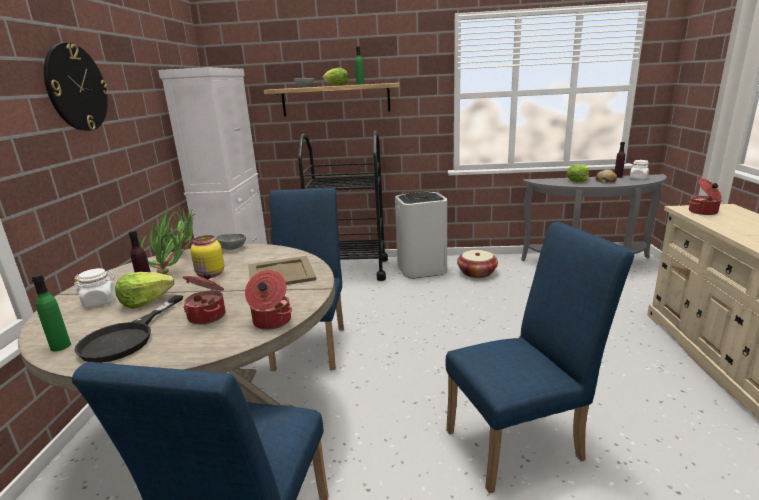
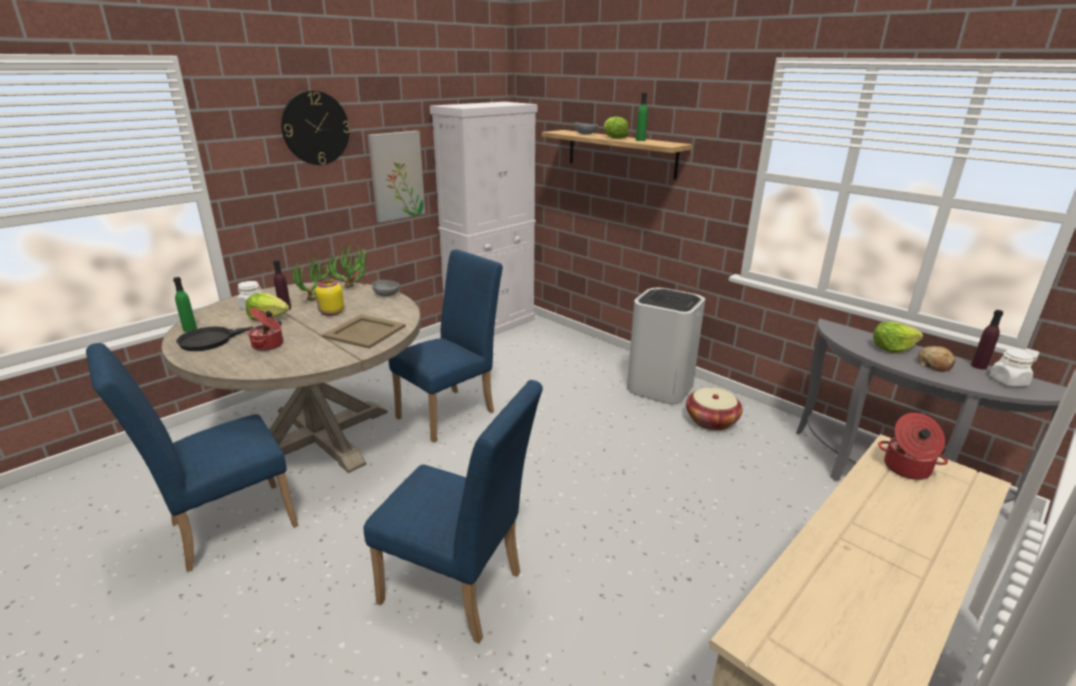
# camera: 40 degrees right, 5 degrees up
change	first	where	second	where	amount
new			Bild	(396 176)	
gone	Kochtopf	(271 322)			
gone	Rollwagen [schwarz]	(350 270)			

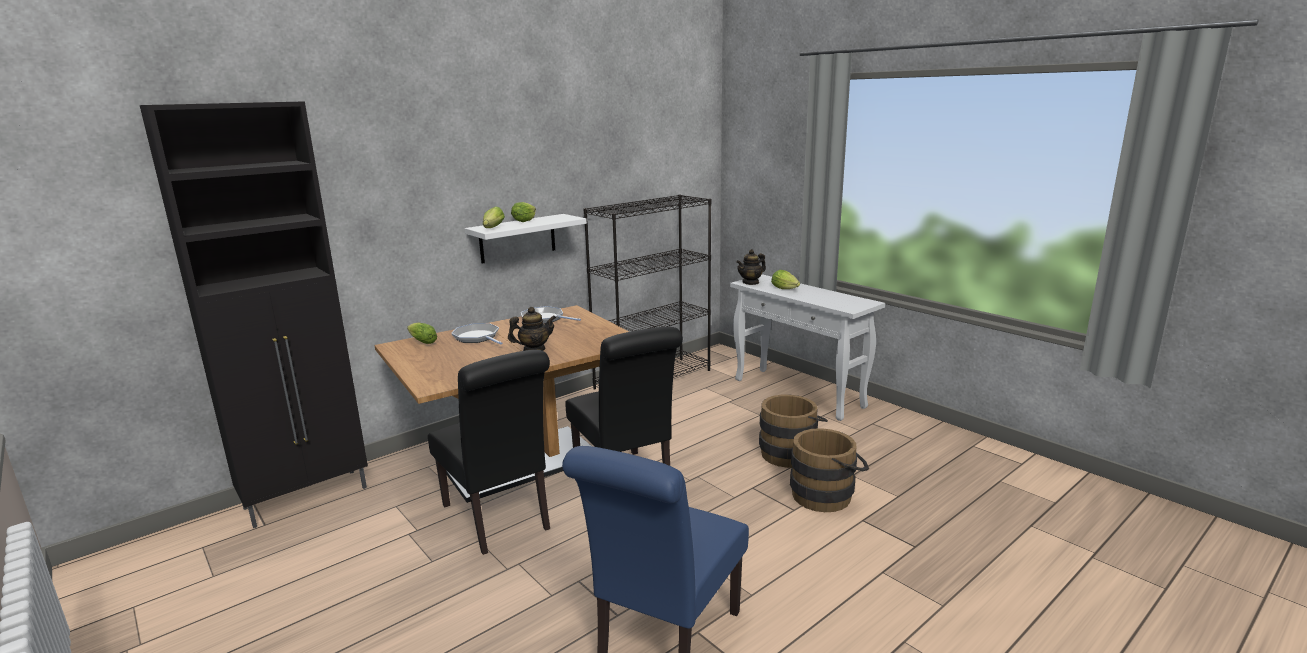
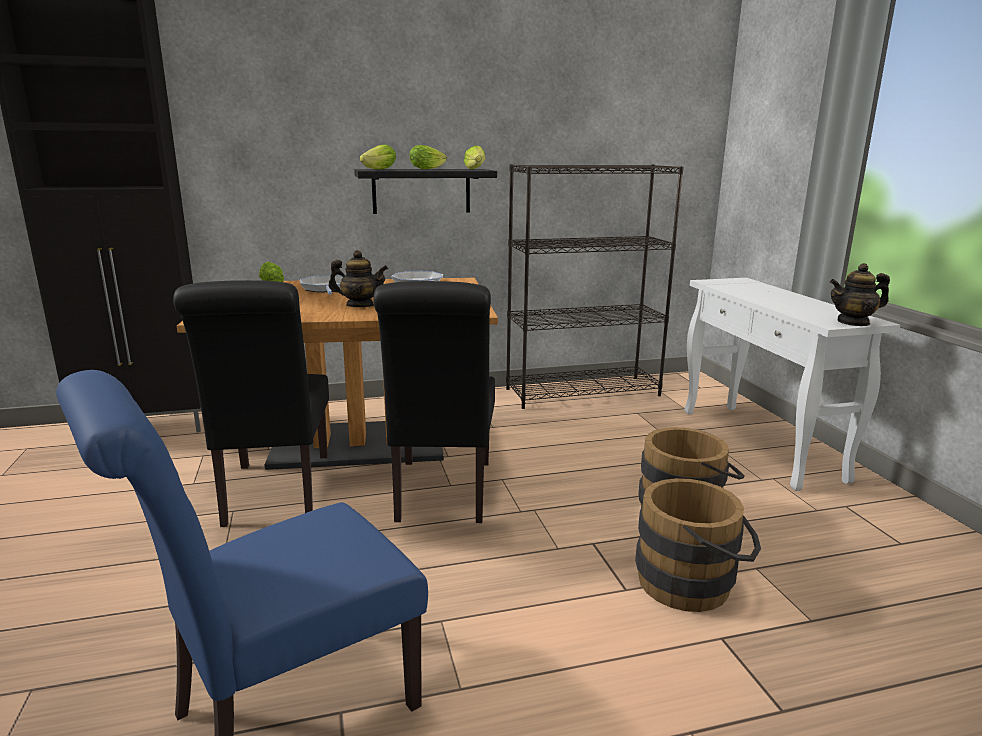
# camera: 25 degrees right, 0 degrees up
change	first	where	second	where	amount
repainted	Wandregal [weiß]	(517 238)	Wandregal [schwarz]	(421 191)	
shifted	Salatkopf	(786 289)		(475 169)	
shifted	Teekanne	(751 282)		(853 322)	

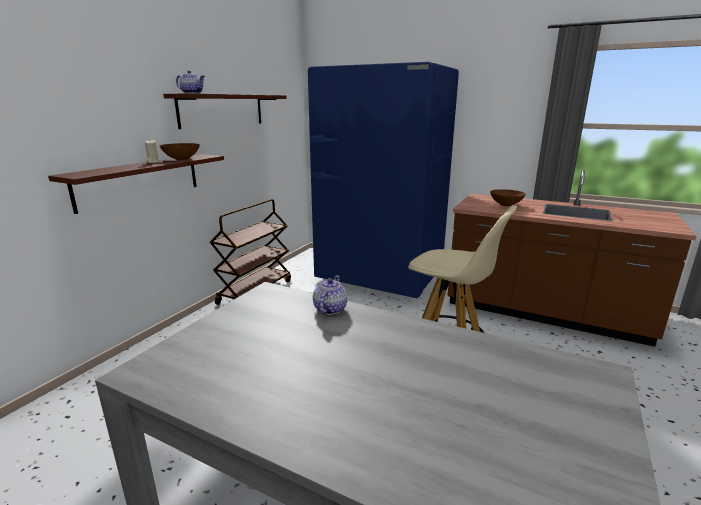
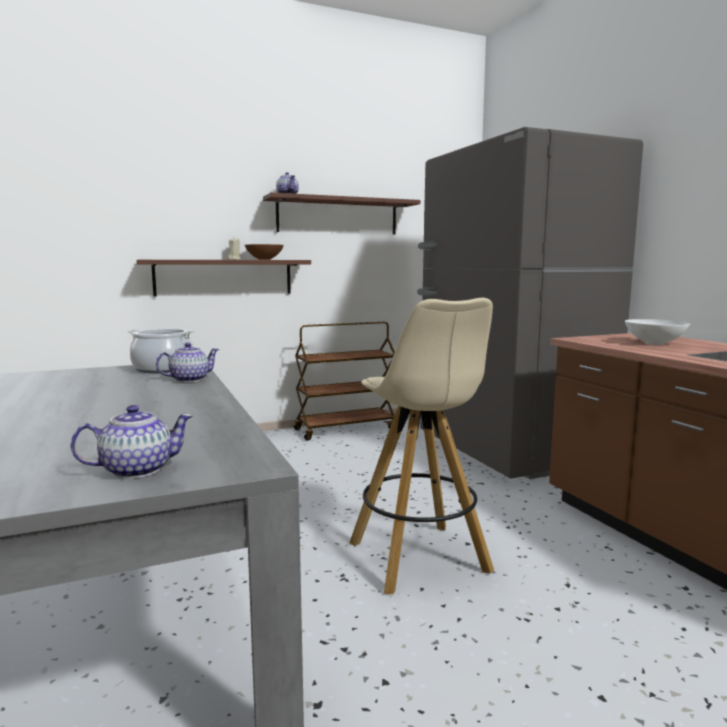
# camera: 40 degrees right, 10 degrees down
change	first	where	second	where	amount
new			Teekanne	(136 470)	
new			Kochtopf	(163 369)	
repainted	Kühlschrank [blau]	(379 277)	Kühlschrank [grau]	(508 450)	
repainted	Schüssel [braun]	(506 205)	Schüssel [weiß]	(655 343)	

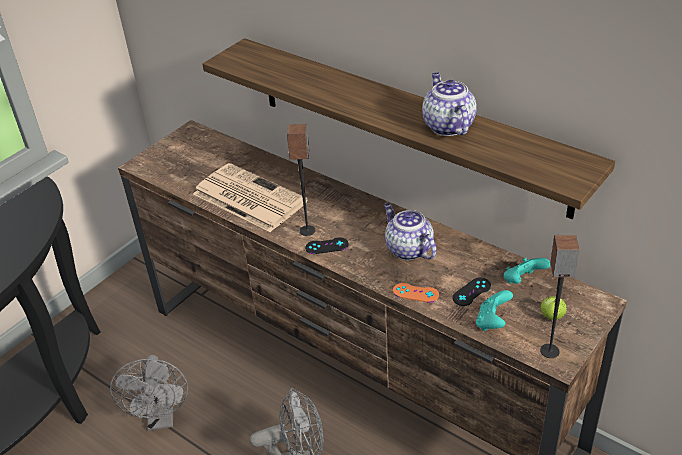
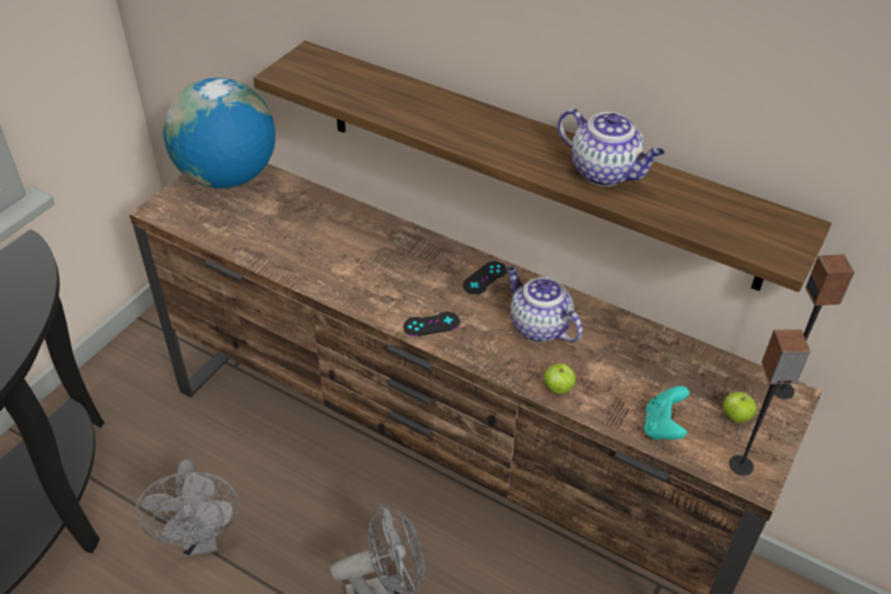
# camera: 10 degrees left, 5 degrees up
change	first	where	second	where	amount
new			Globus	(227 177)	
shifted	Gamepad [schwarz]	(471 292)		(484 278)	
swapped	Gamepad [orange]	(415 293)	Apfel	(558 388)	
rotated	Teekanne	(447 126)		(605 172)	150 degrees clockwise
shifted	Lautsprecher	(307 230)		(783 390)	
gone	Zeitung	(247 198)			
gone	Gamepad [türkis]	(523 281)			

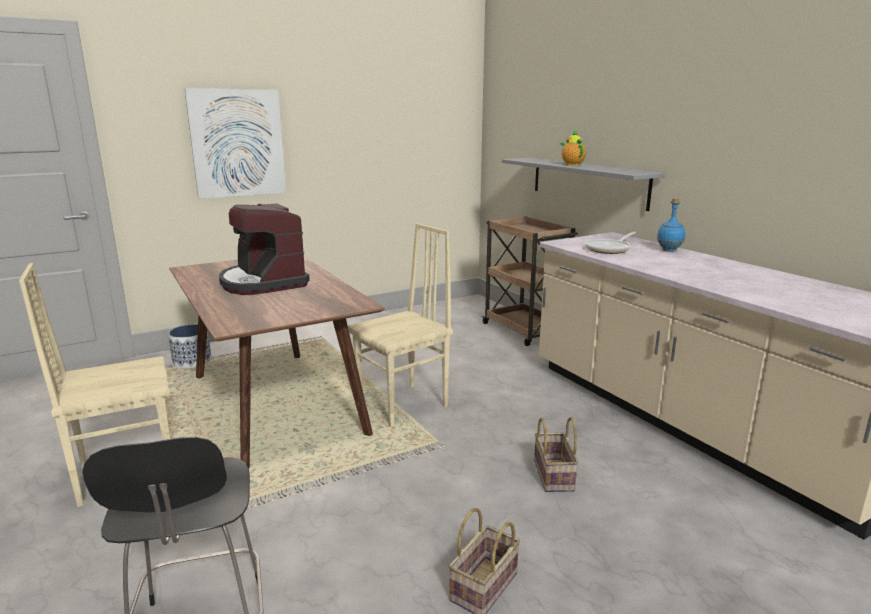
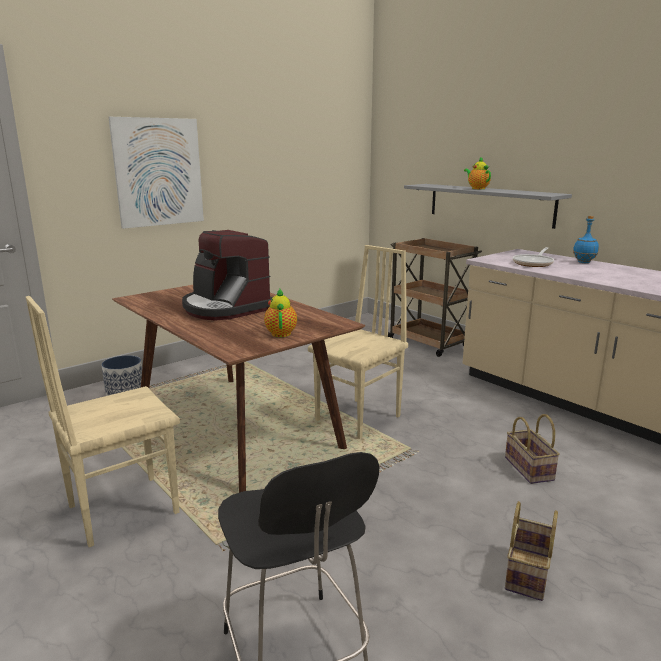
# camera: 10 degrees left, 0 degrees up
change	first	where	second	where	amount
new			Teekanne	(281 333)	

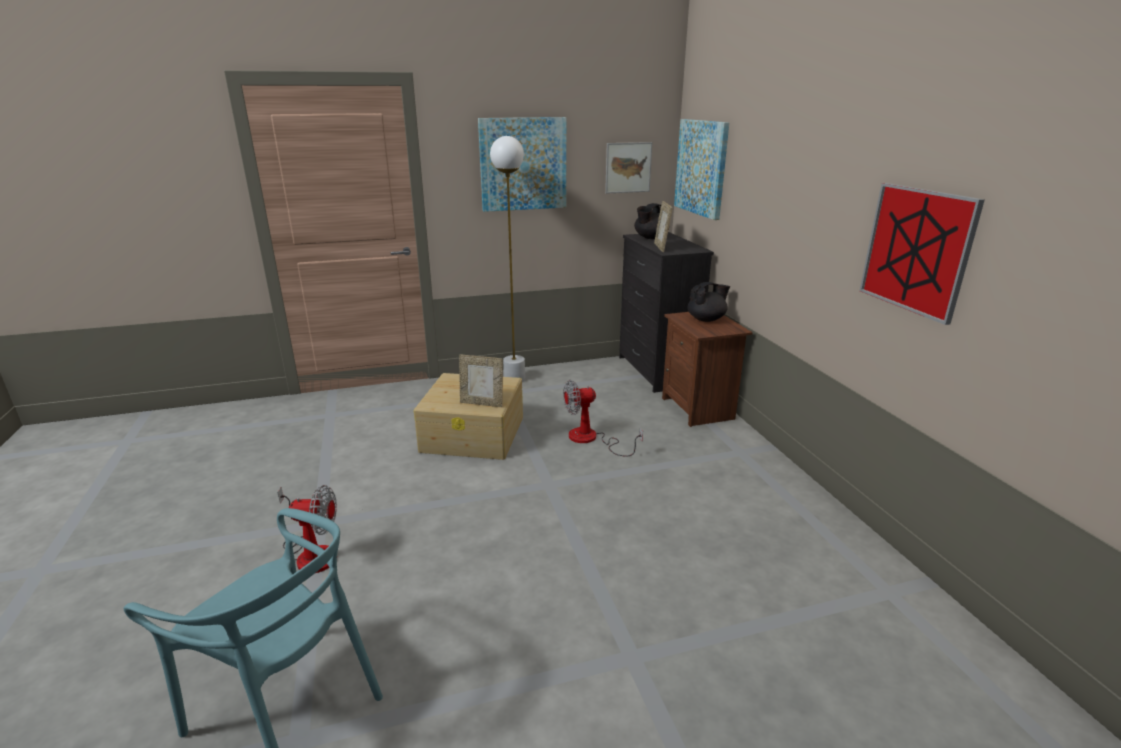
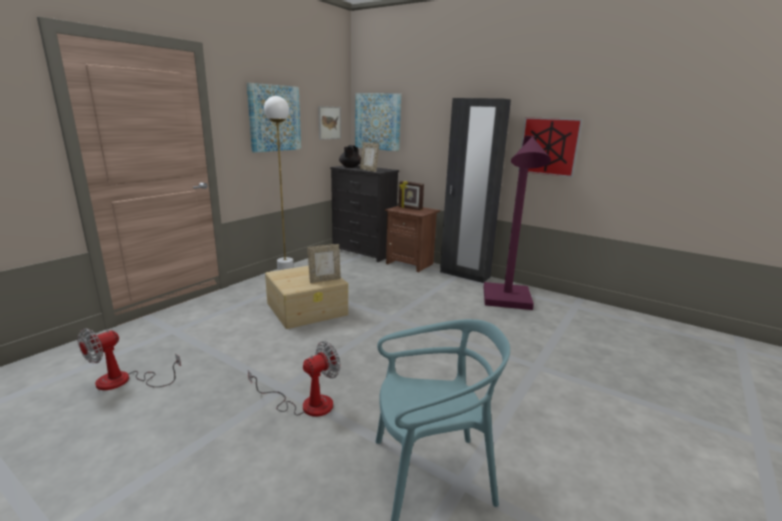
# camera: 40 degrees left, 5 degrees down
change	first	where	second	where	amount
shifted	Ventilator	(591 439)		(124 381)	
swapped	Teekanne [schwarz]	(706 319)	Bilderrahmen	(410 208)	
new			Kleiderschrank [schwarz]	(464 275)	
new			Stehlampe [lila]	(507 302)	

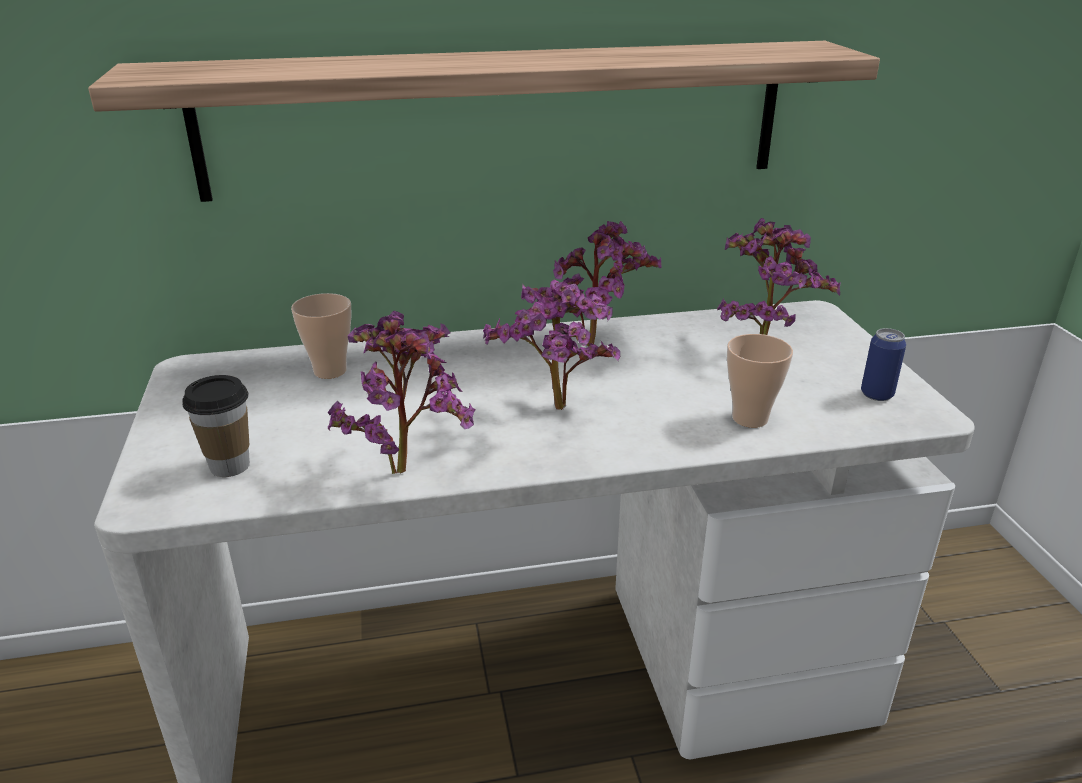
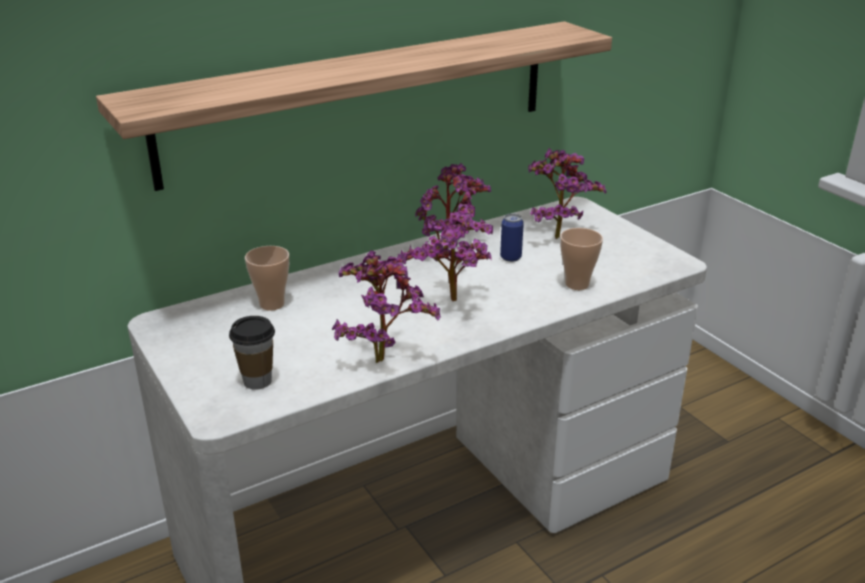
# camera: 20 degrees left, 0 degrees up
change	first	where	second	where	amount
shifted	Dose	(877 394)		(510 257)	

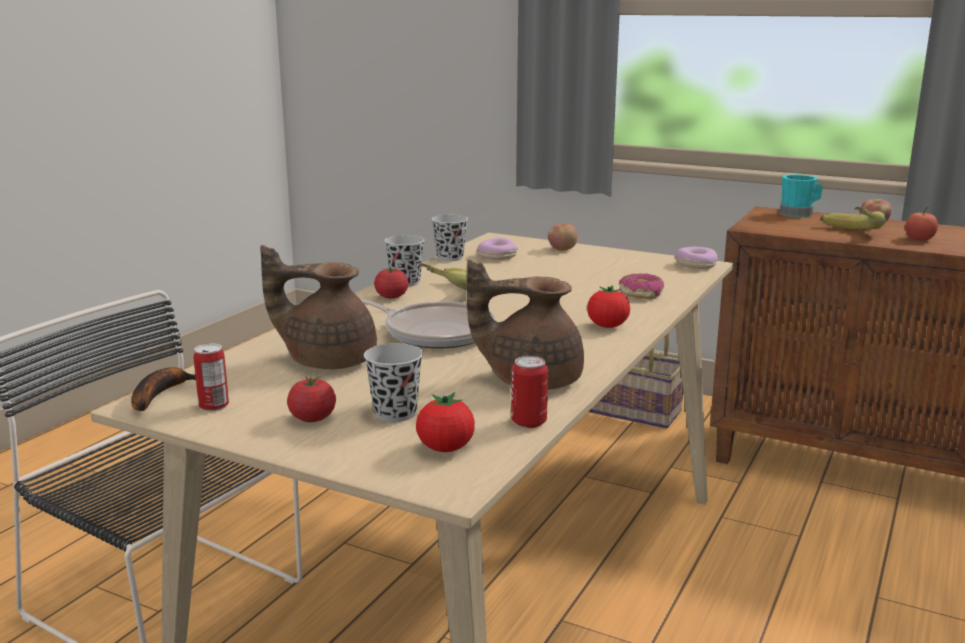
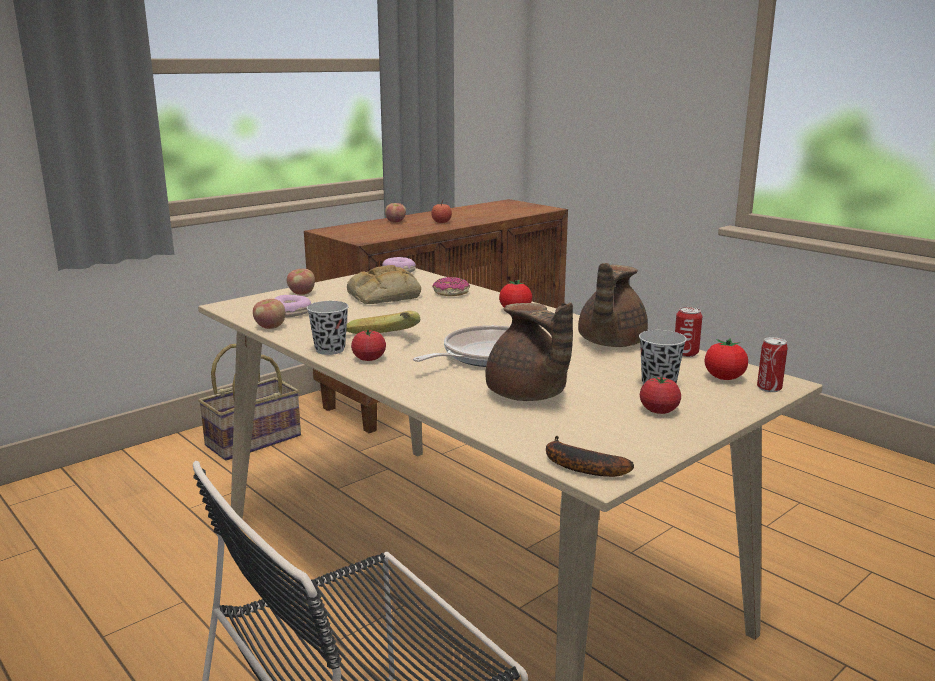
# camera: 70 degrees left, 0 degrees up
change	first	where	second	where	amount
swapped	Tasse [schwarz]	(450 258)	Apfel	(270 327)	
new			Brot	(383 296)	
rotated	Teekanne [braun]	(328 360)		(527 395)	60 degrees counterclockwise
shifted	Dose	(214 406)		(769 388)	
gone	Henkelbecher [türkis]	(799 213)			
gone	Banane	(847 234)			

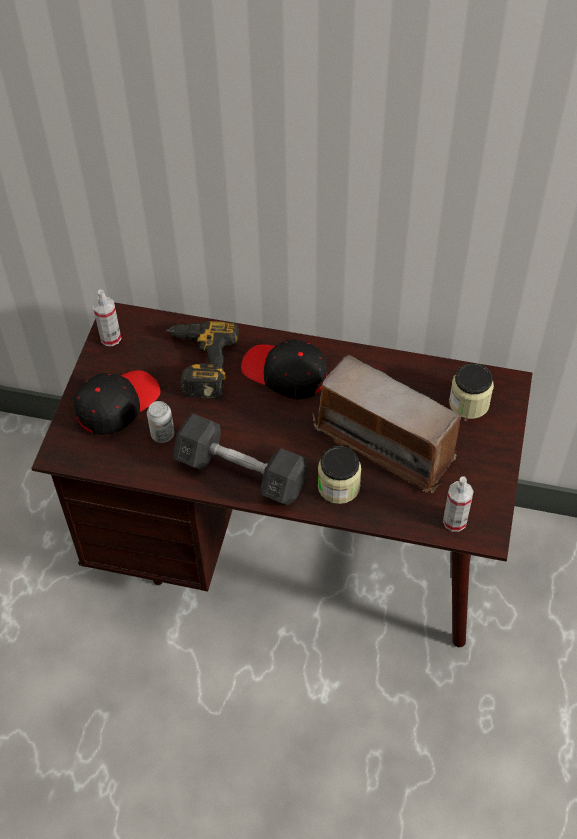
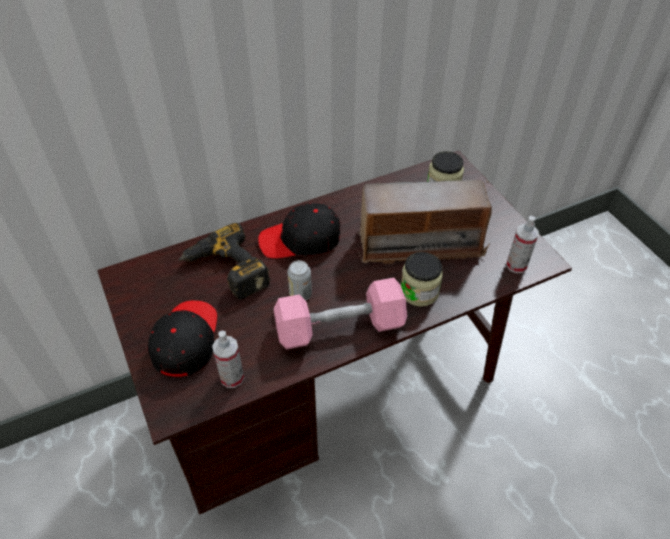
# camera: 40 degrees left, 5 degrees down
change	first	where	second	where	amount
shifted	Sprühflasche	(110 338)		(232 377)	
repainted	Hantel [grau]	(241 472)	Hantel [rosa]	(340 327)	
shifted	Dose	(162 434)		(300 294)	

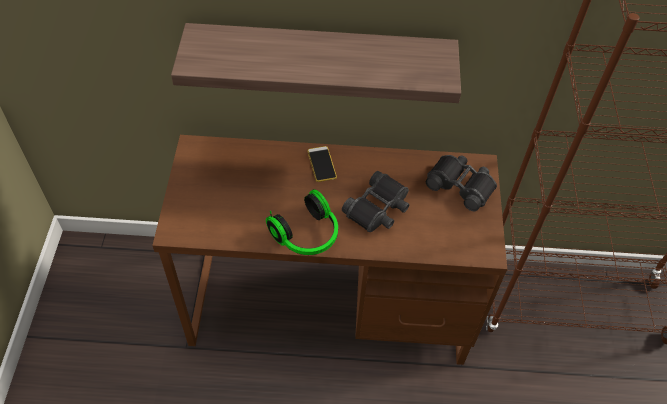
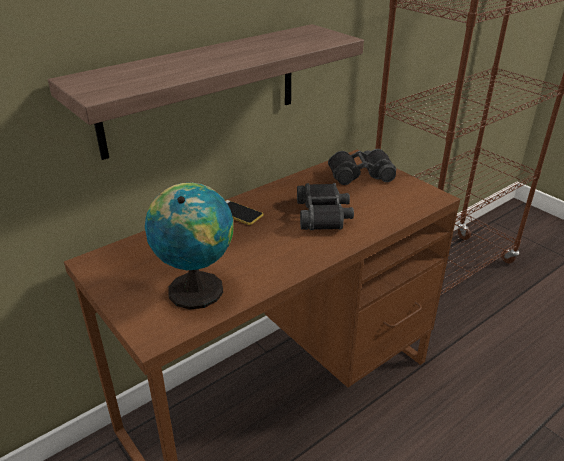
# camera: 40 degrees left, 20 degrees down
change	first	where	second	where	amount
new			Globus	(196 288)	
gone	Kopfhörer	(307 236)			

